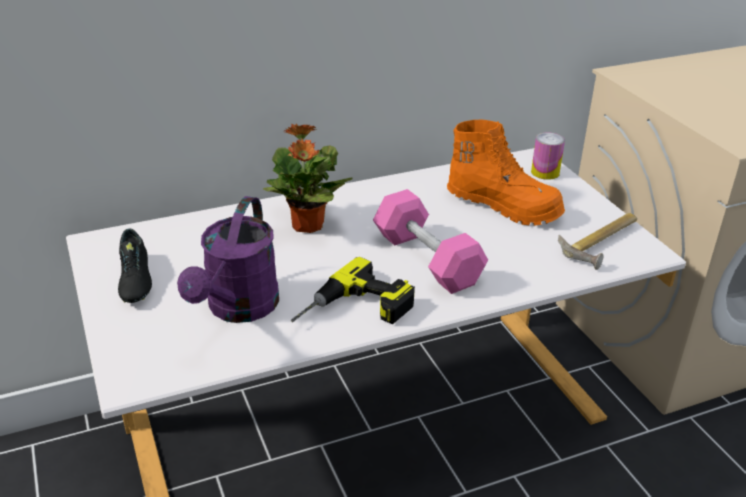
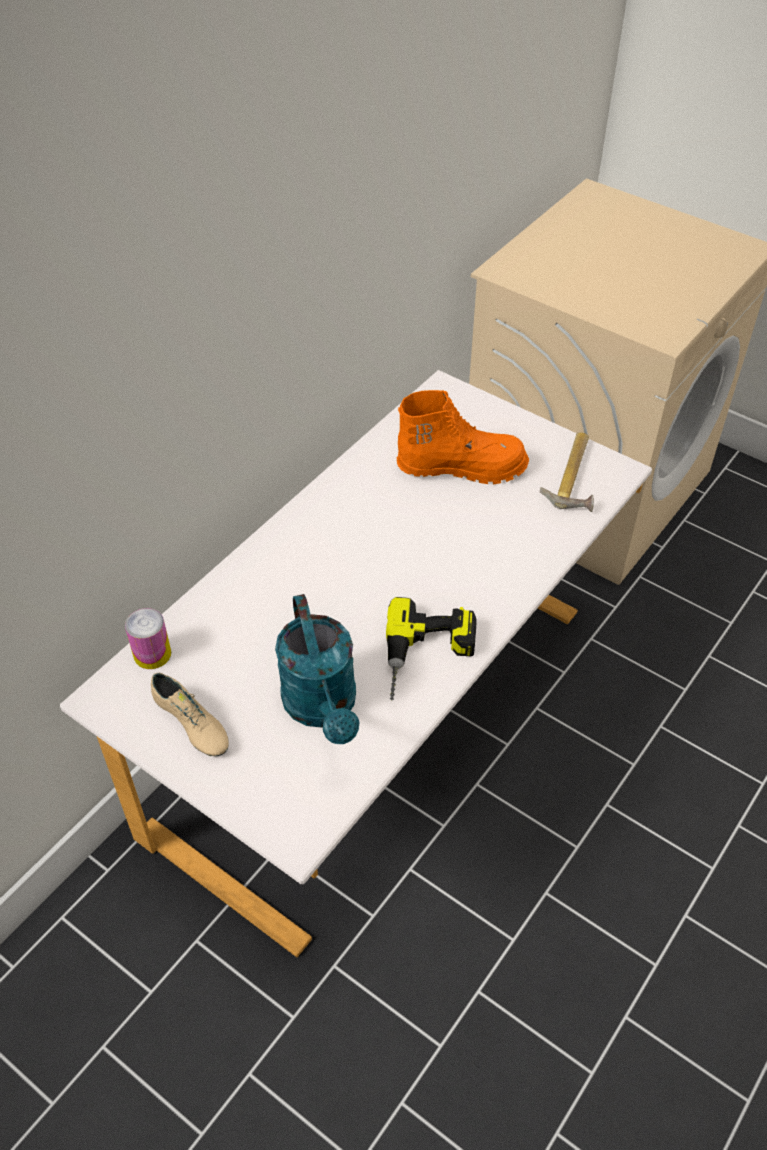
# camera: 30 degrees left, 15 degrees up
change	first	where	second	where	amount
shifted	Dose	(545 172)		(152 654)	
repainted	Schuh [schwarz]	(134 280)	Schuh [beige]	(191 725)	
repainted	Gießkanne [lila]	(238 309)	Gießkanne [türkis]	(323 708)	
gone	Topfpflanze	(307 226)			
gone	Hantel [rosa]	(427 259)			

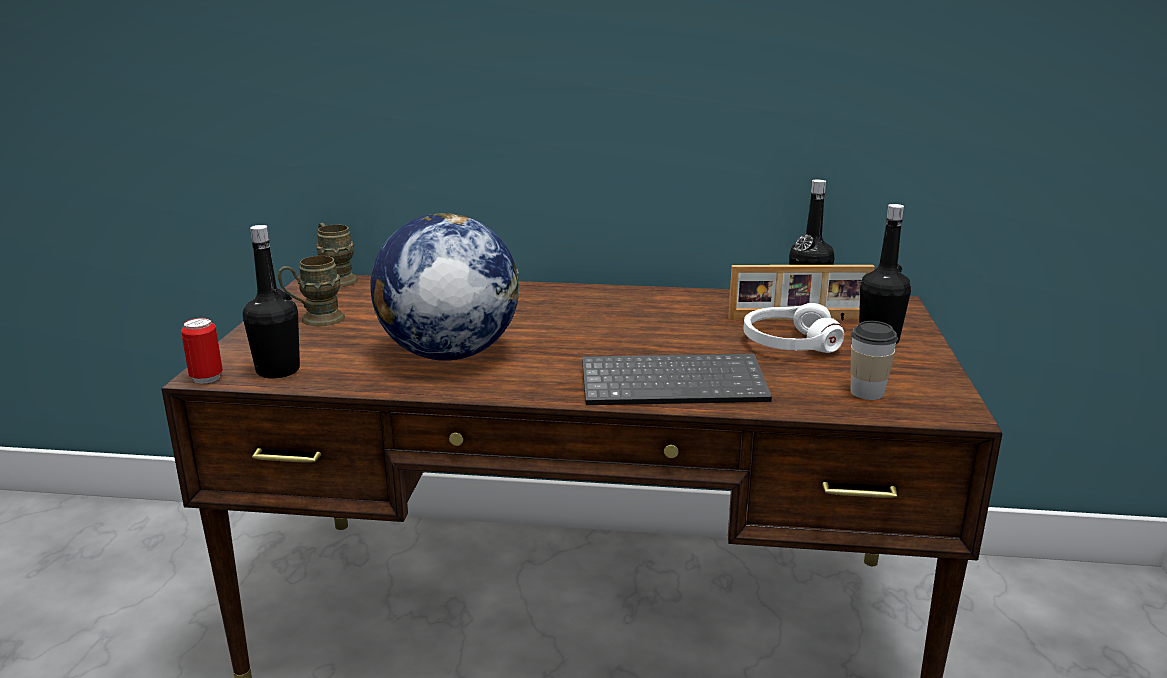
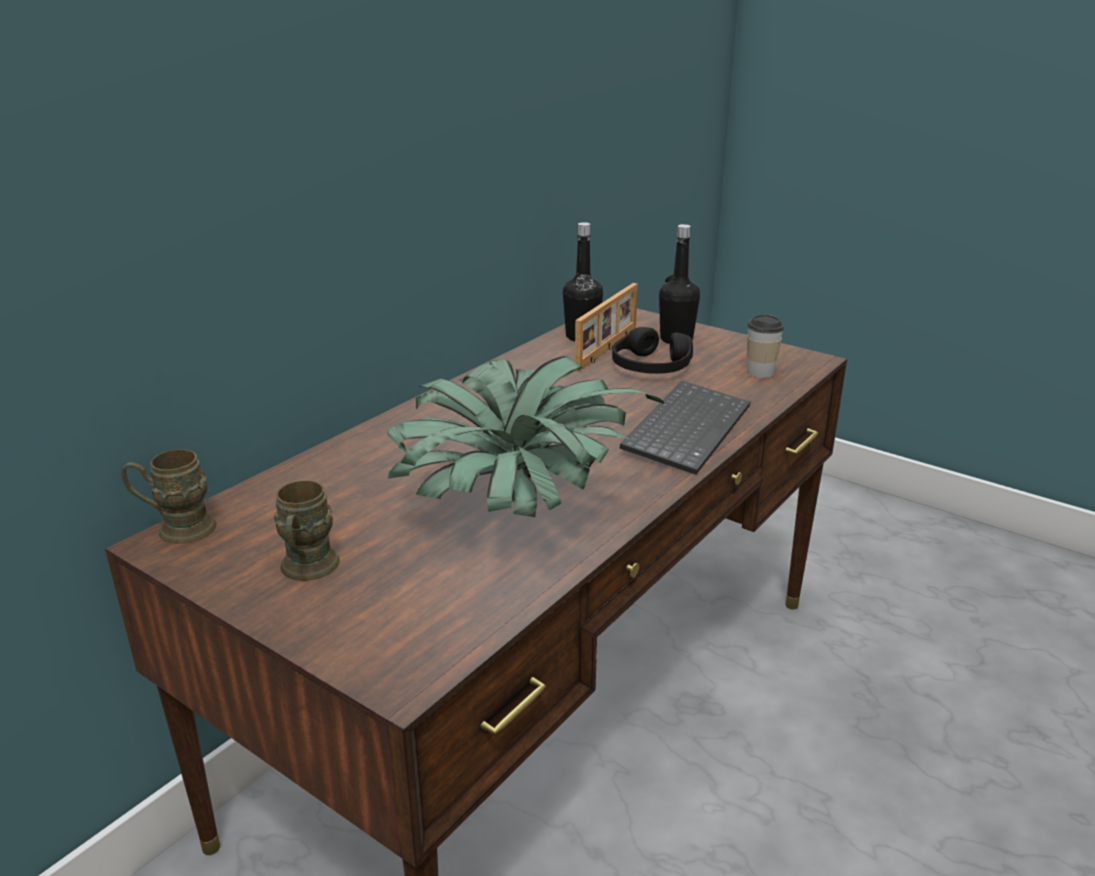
# camera: 60 degrees left, 5 degrees up
change	first	where	second	where	amount
swapped	Globus	(448 354)	Topfpflanze	(514 510)	
repainted	Kopfhörer [weiß]	(789 343)	Kopfhörer [schwarz]	(651 366)	
gone	Dose	(206 378)			
gone	Flasche [schwarz]	(278 370)			

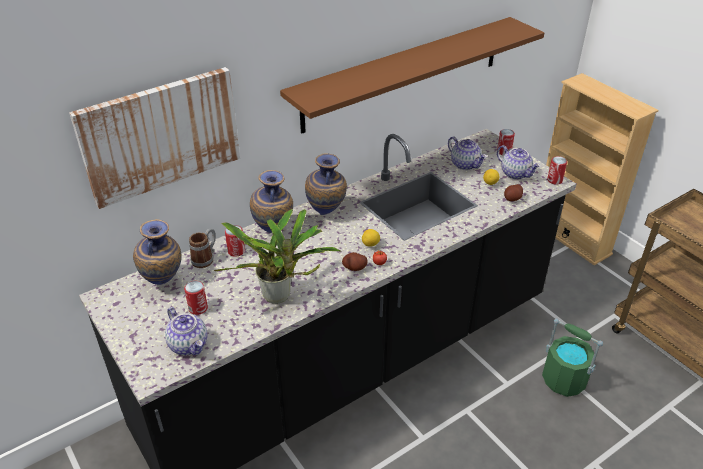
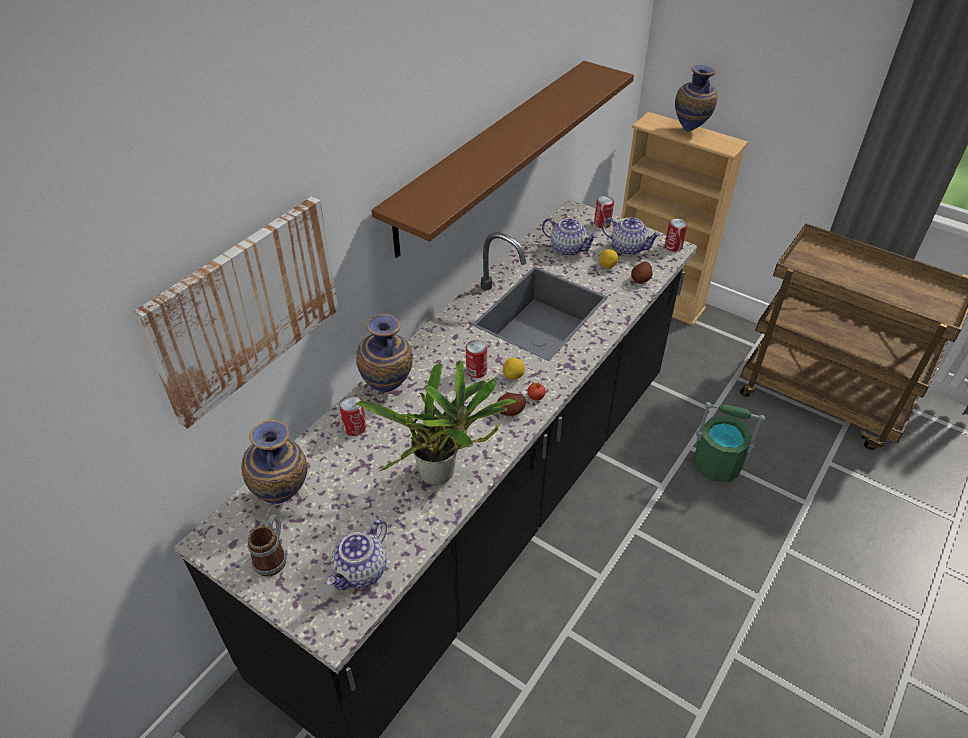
# camera: 20 degrees left, 5 degrees up
change	first	where	second	where	amount
shifted	Henkelbecher	(205 258)		(273 556)	
rotated	Teekanne	(189 344)		(361 571)	90 degrees clockwise
shifted	Dose	(198 308)		(476 371)	
shifted	Vase	(327 213)		(690 130)	

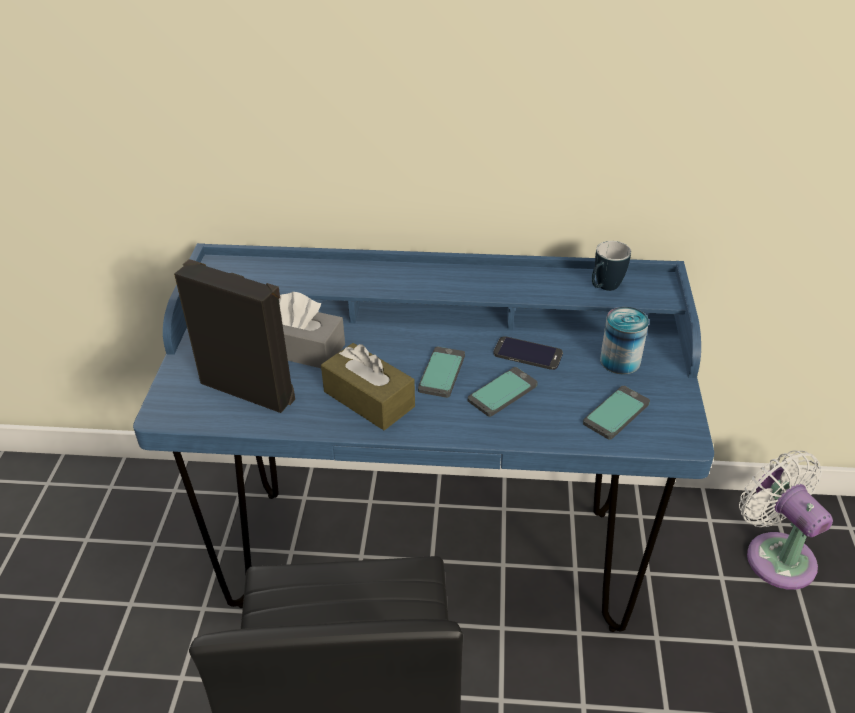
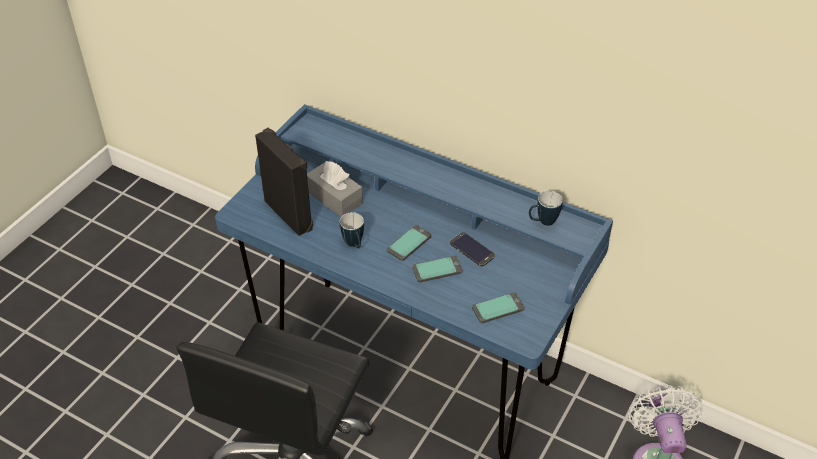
# camera: 25 degrees right, 5 degrees up
change	first	where	second	where	amount
swapped	Taschentuchbox [braun]	(369 399)	Henkelbecher	(354 245)	
gone	Dose	(620 361)			

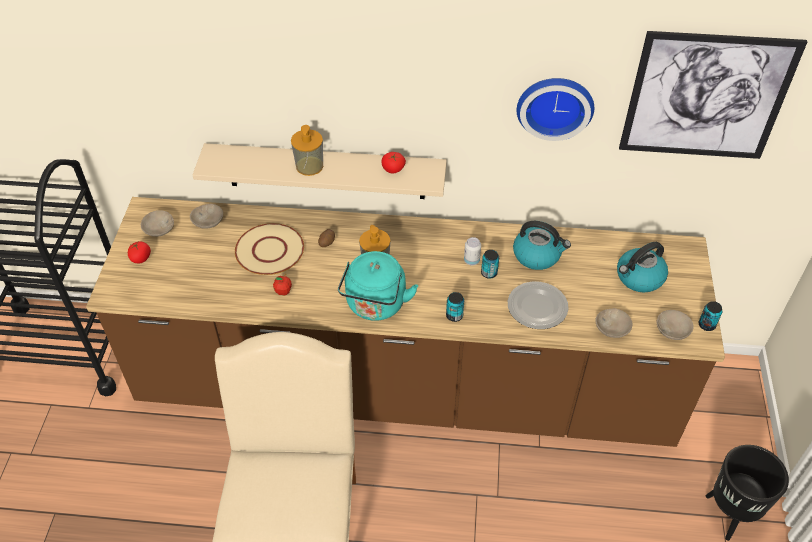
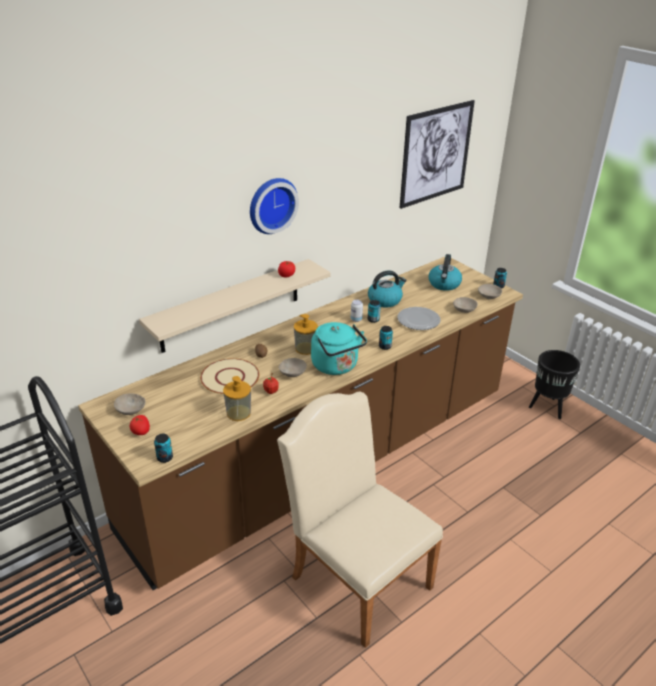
# camera: 45 degrees left, 15 degrees down
change	first	where	second	where	amount
new			Dose	(165 458)	
shifted	Seifenspender	(309 166)		(238 413)	
shifted	Wanduhr	(555 105)		(271 204)	
shifted	Schüssel [beige]	(208 223)		(293 373)	

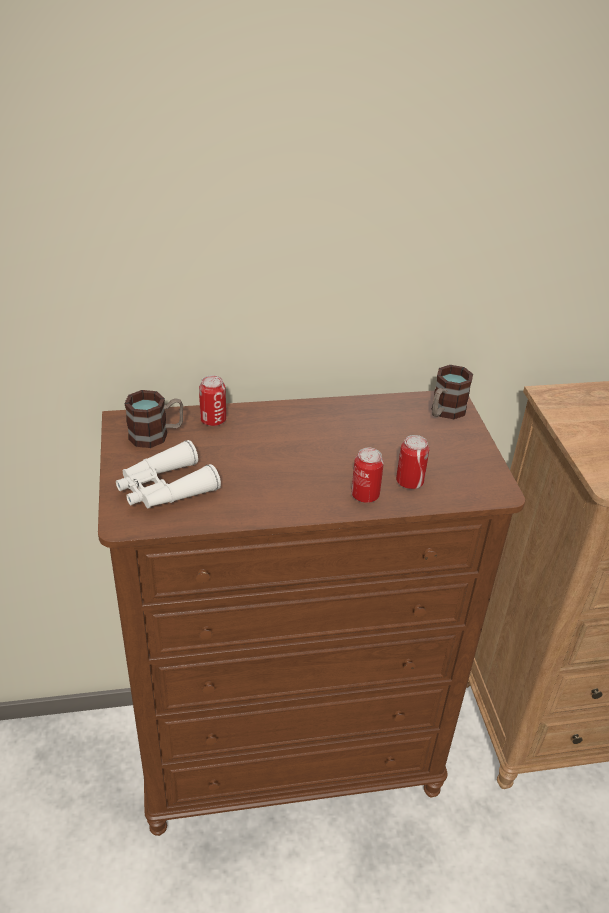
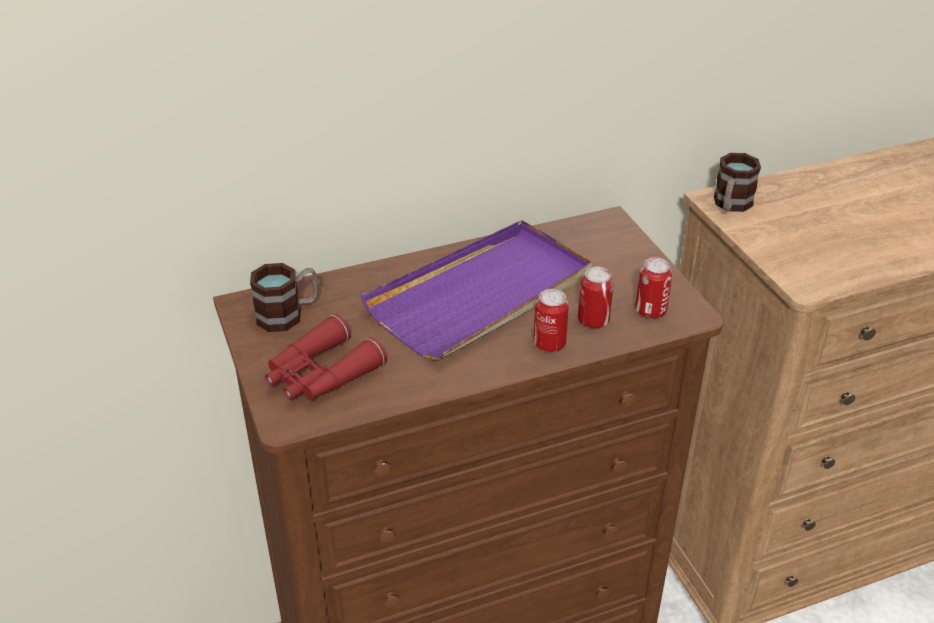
# camera: 10 degrees left, 0 degrees up
change	first	where	second	where	amount
repainted	Fernglas [weiß]	(165 489)	Fernglas [rot]	(320 375)	
new			Tablett [lila]	(482 295)	
shifted	Dose	(213 420)		(650 311)	
shifted	Henkelbecher	(444 412)		(731 205)	

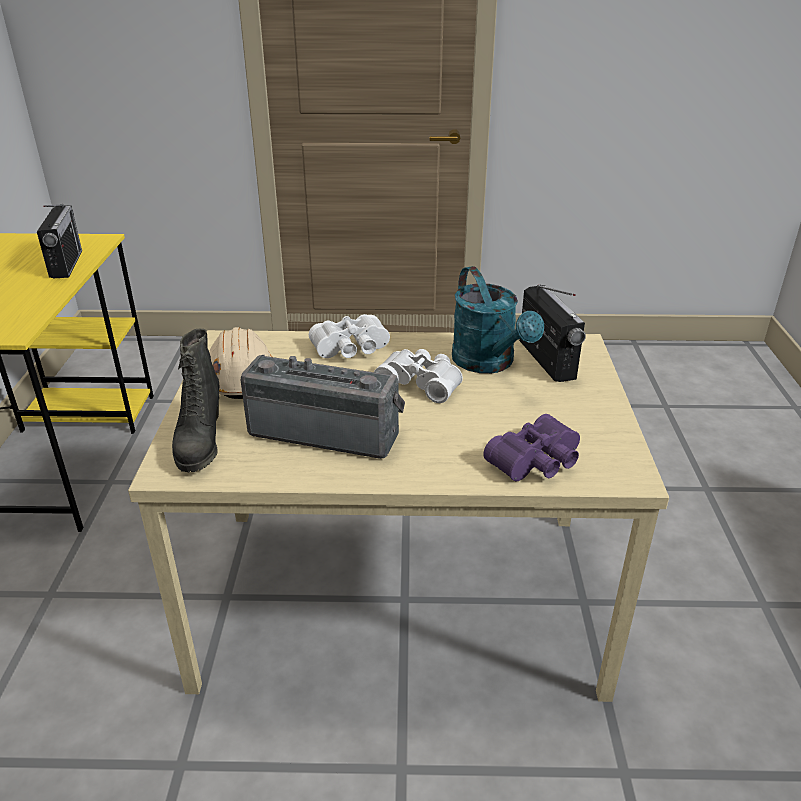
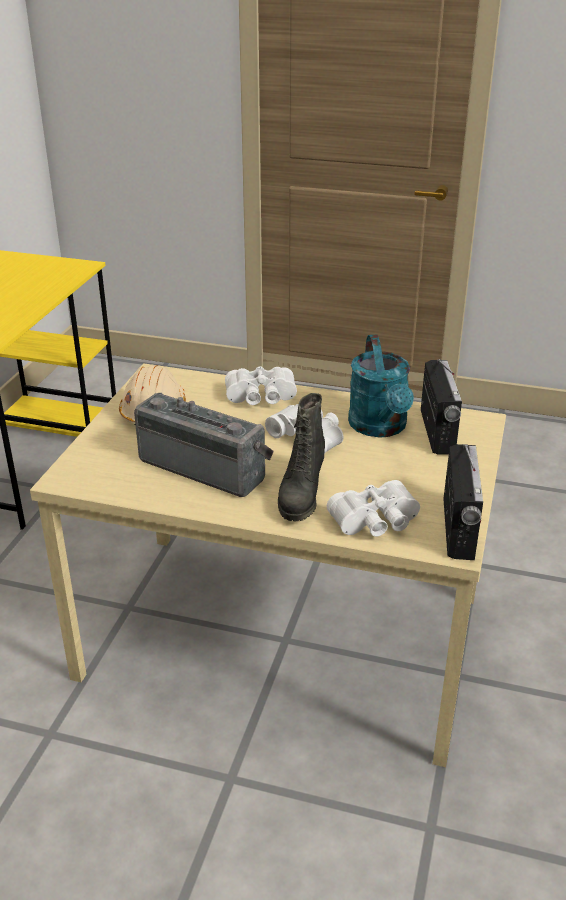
# camera: 15 degrees right, 0 degrees up
change	first	where	second	where	amount
shifted	Stiefel [schwarz]	(200 442)		(301 495)	
repainted	Fernglas [lila]	(538 463)	Fernglas [weiß]	(376 522)	
shifted	Radio	(66 264)		(458 528)	

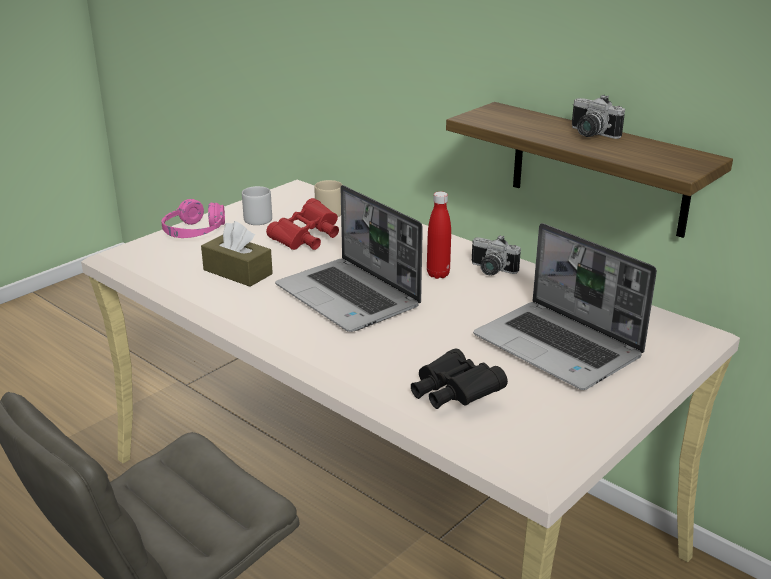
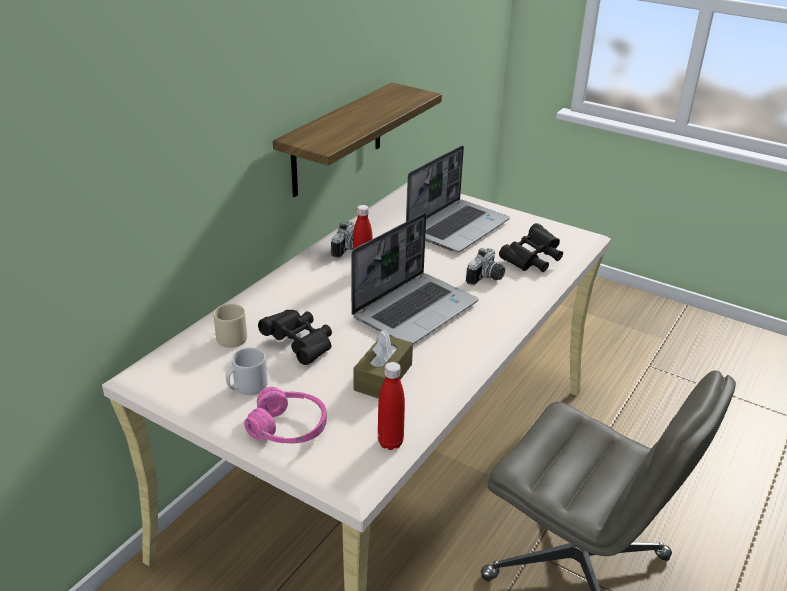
# camera: 100 degrees left, 5 degrees up
change	first	where	second	where	amount
repainted	Fernglas [rot]	(307 239)	Fernglas [schwarz]	(300 345)	
new			Flasche [rot]	(390 442)	
shifted	Kamera	(590 134)		(487 278)	

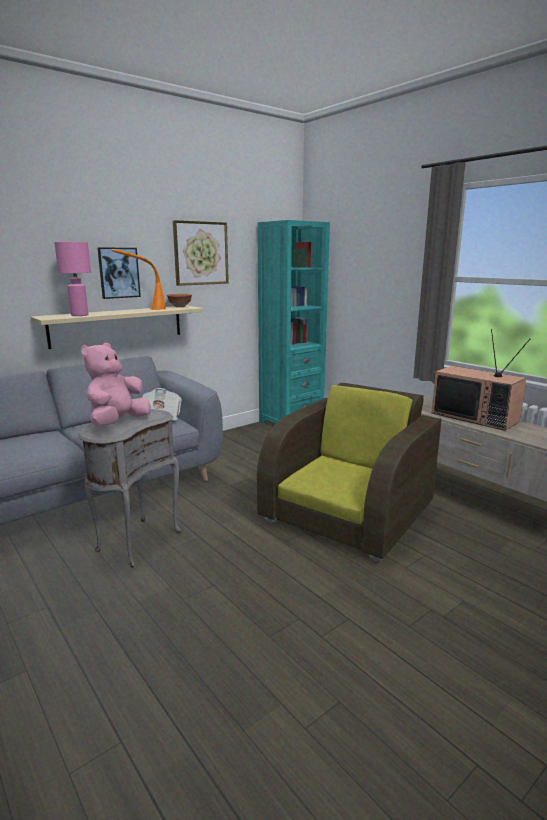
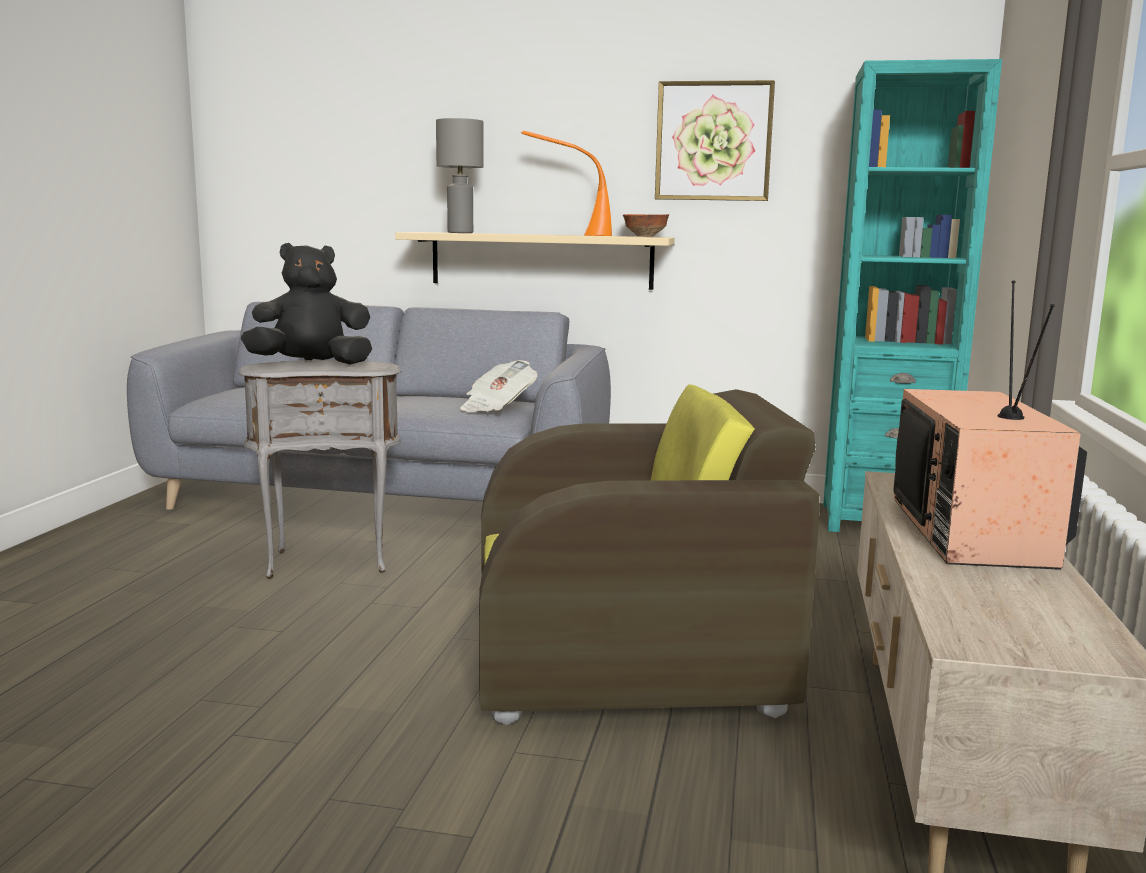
# camera: 50 degrees right, 5 degrees down
change	first	where	second	where	amount
repainted	Plüschtier [rosa]	(117 423)	Plüschtier [schwarz]	(311 365)	
repainted	Tischlampe [rosa]	(79 315)	Tischlampe [grau]	(459 233)	
gone	Bild	(119 273)			

